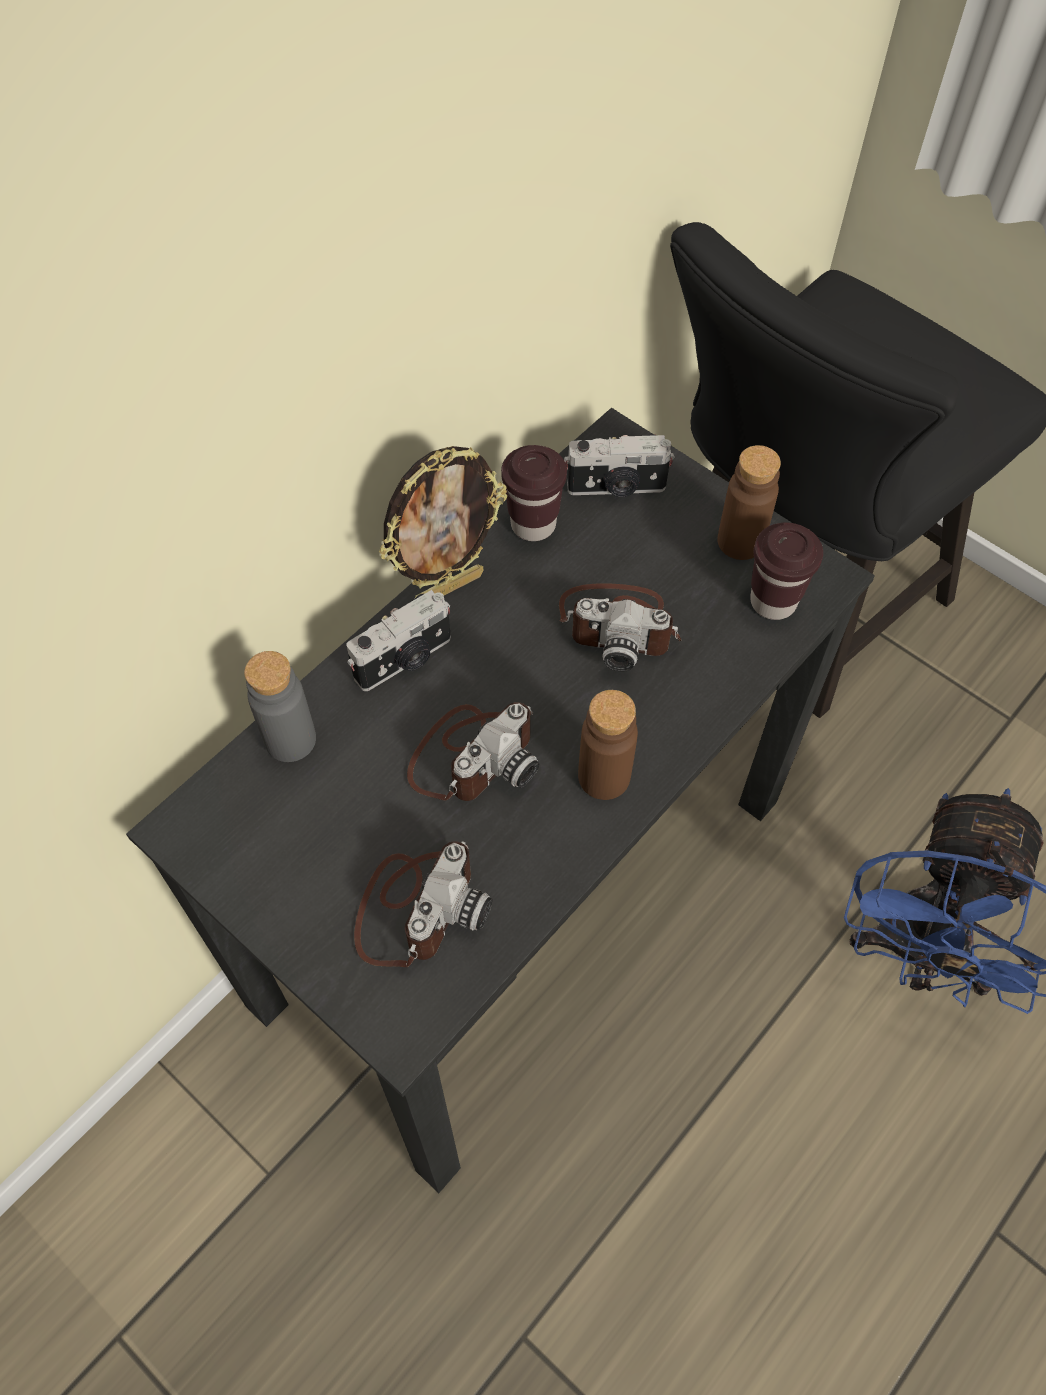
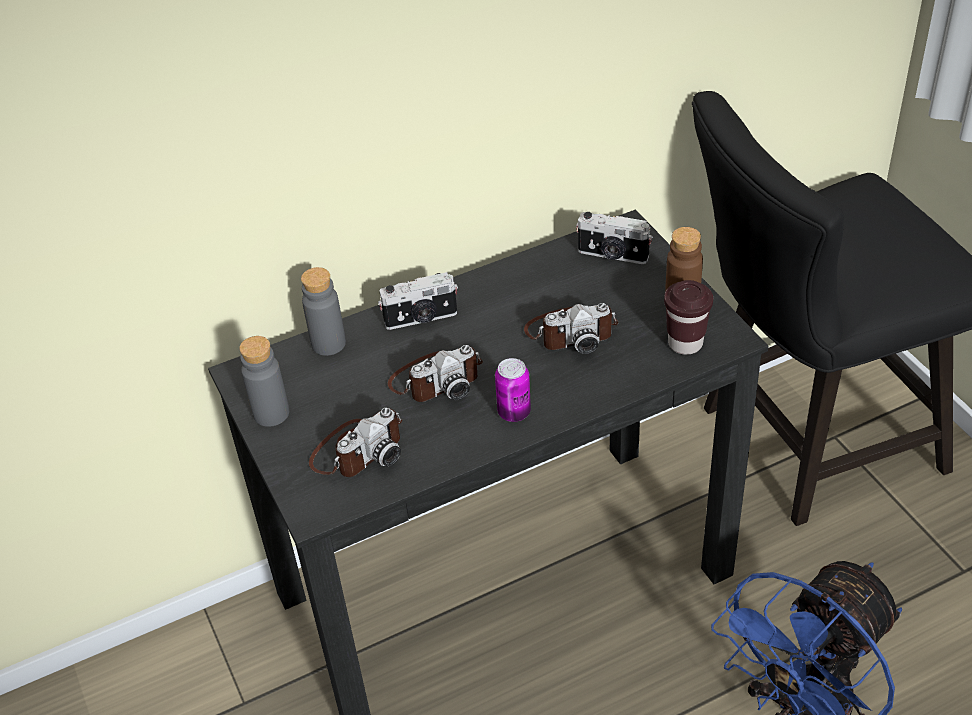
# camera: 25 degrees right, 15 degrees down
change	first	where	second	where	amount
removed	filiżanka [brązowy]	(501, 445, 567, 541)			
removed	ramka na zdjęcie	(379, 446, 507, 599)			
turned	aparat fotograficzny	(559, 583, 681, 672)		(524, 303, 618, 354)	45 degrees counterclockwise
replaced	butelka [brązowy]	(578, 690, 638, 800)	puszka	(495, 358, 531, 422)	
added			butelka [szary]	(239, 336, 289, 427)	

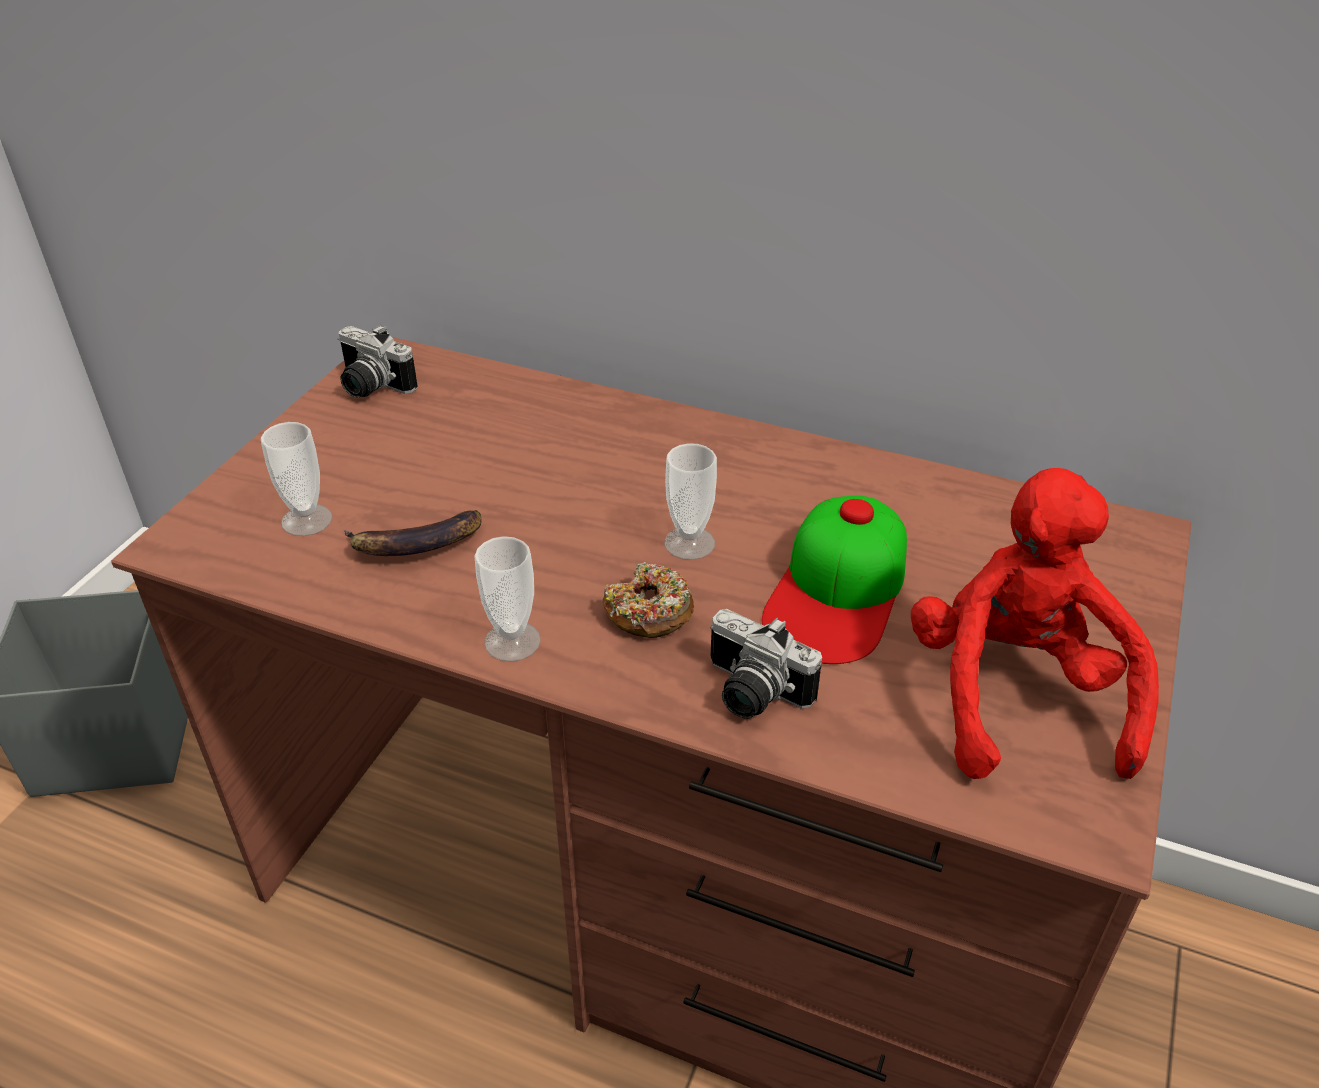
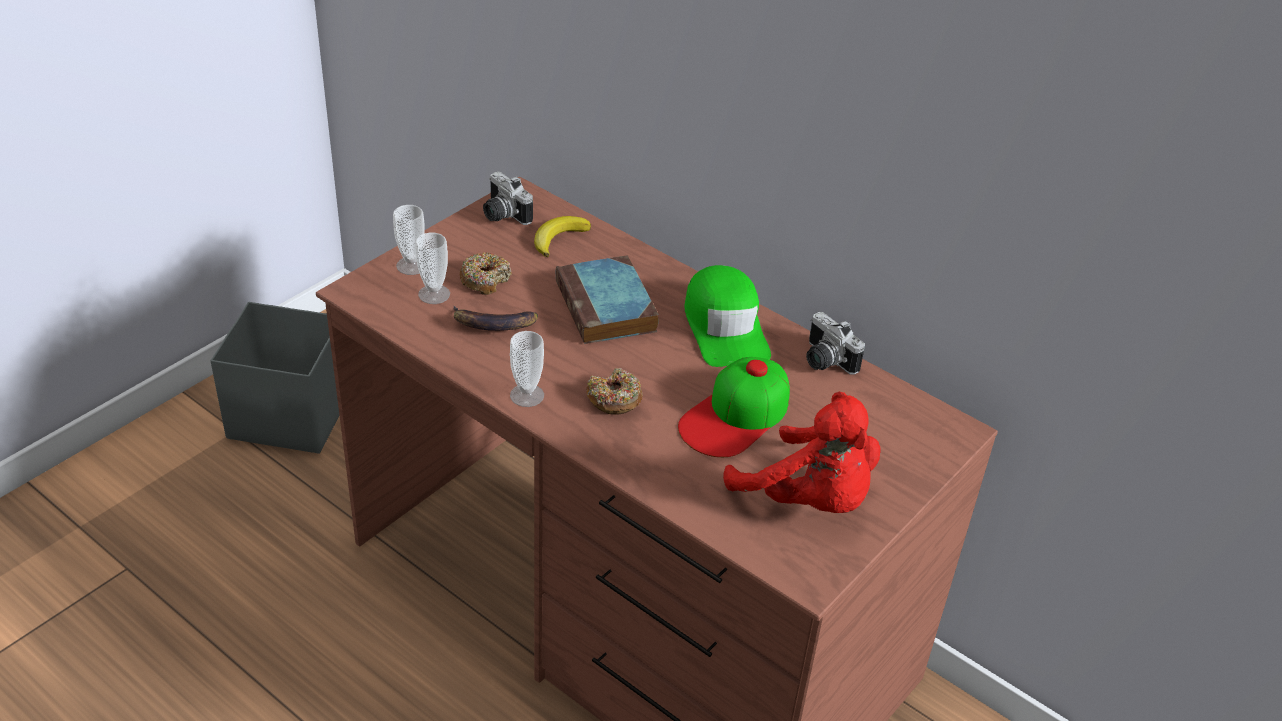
# camera: 15 degrees right, 0 degrees up
change	first	where	second	where	amount
moved	filiżanka	(664, 443, 717, 560)		(393, 205, 425, 275)	
turned	pluszak [czerwony]	(911, 468, 1159, 779)		(723, 392, 881, 513)	120 degrees clockwise
moved	aparat fotograficzny	(710, 609, 822, 719)		(806, 312, 865, 375)	
added			banan	(534, 216, 591, 257)	
added			donut	(459, 253, 512, 295)	
added			książka	(556, 255, 659, 344)	
added			czapka z daszkiem [zielony]	(684, 265, 771, 367)	

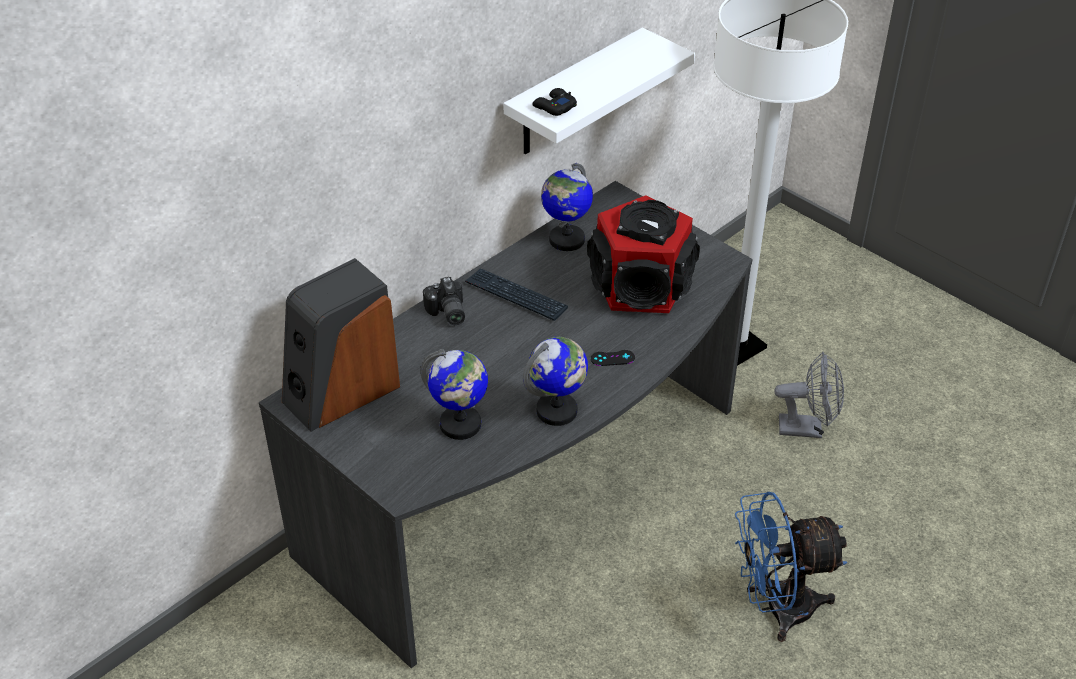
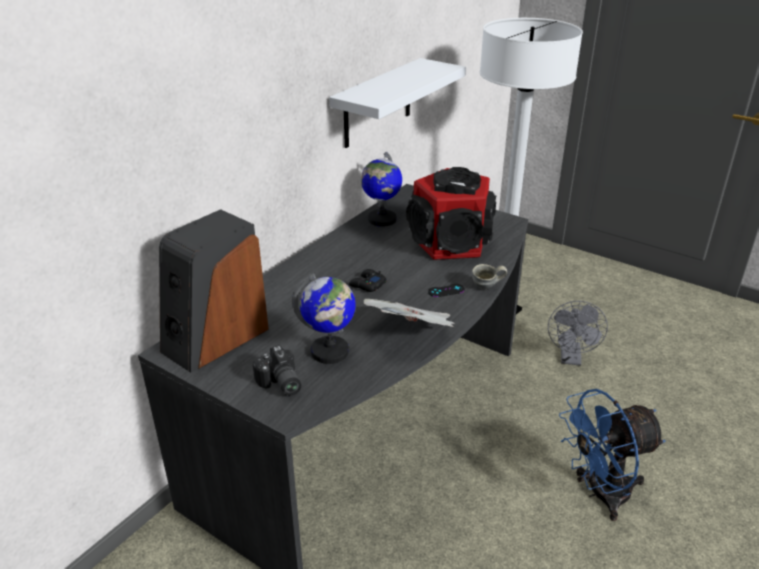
# camera: 10 degrees left, 10 degrees down
change	first	where	second	where	amount
moved	pad do gier [czarny]	(532, 88, 577, 116)		(349, 269, 387, 292)	
removed	klawiatura	(465, 268, 568, 321)			
moved	aparat fotograficzny	(423, 277, 465, 325)		(253, 345, 301, 396)	
replaced	globus	(523, 337, 588, 426)	gazeta	(363, 299, 454, 327)	
turned	wentylator [szary]	(775, 352, 844, 438)		(548, 301, 608, 366)	105 degrees clockwise
added			kubek [szary]	(472, 264, 507, 290)	

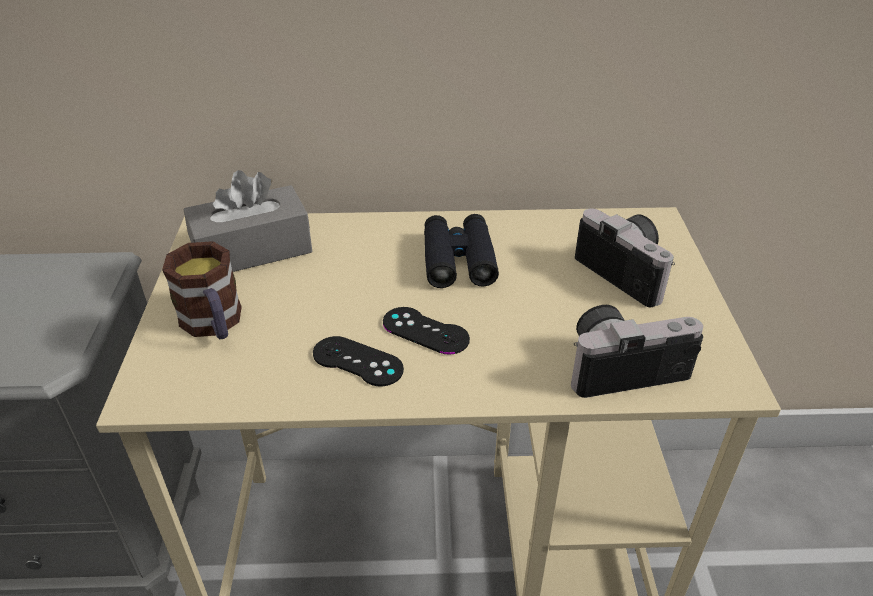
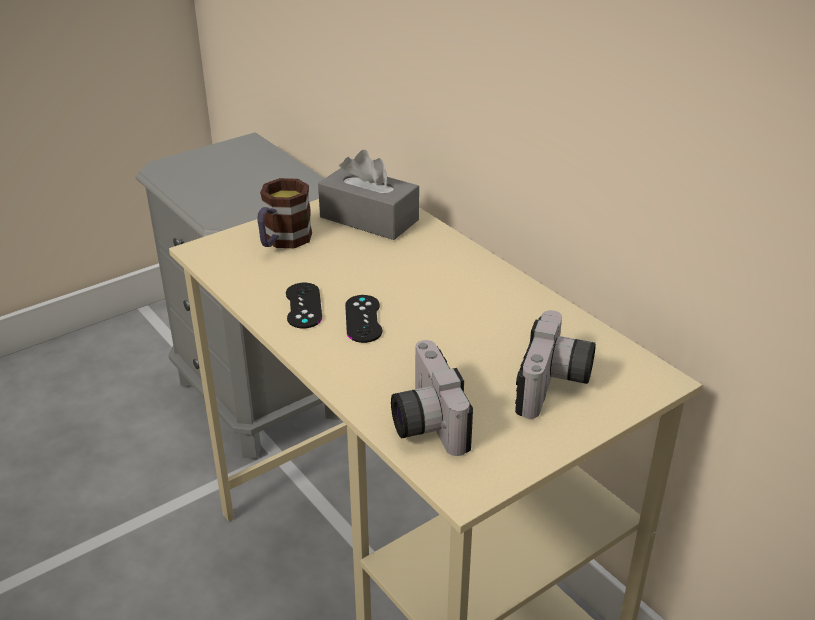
# camera: 55 degrees right, 5 degrees down
change	first	where	second	where	amount
removed	lornetka [czarny]	(424, 214, 499, 288)			
turned	aparat fotograficzny	(571, 305, 703, 398)		(391, 340, 473, 456)	150 degrees counterclockwise

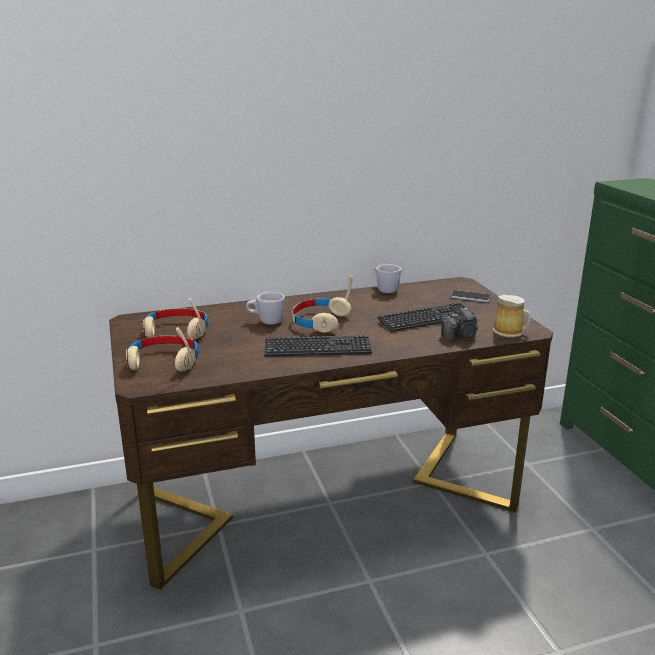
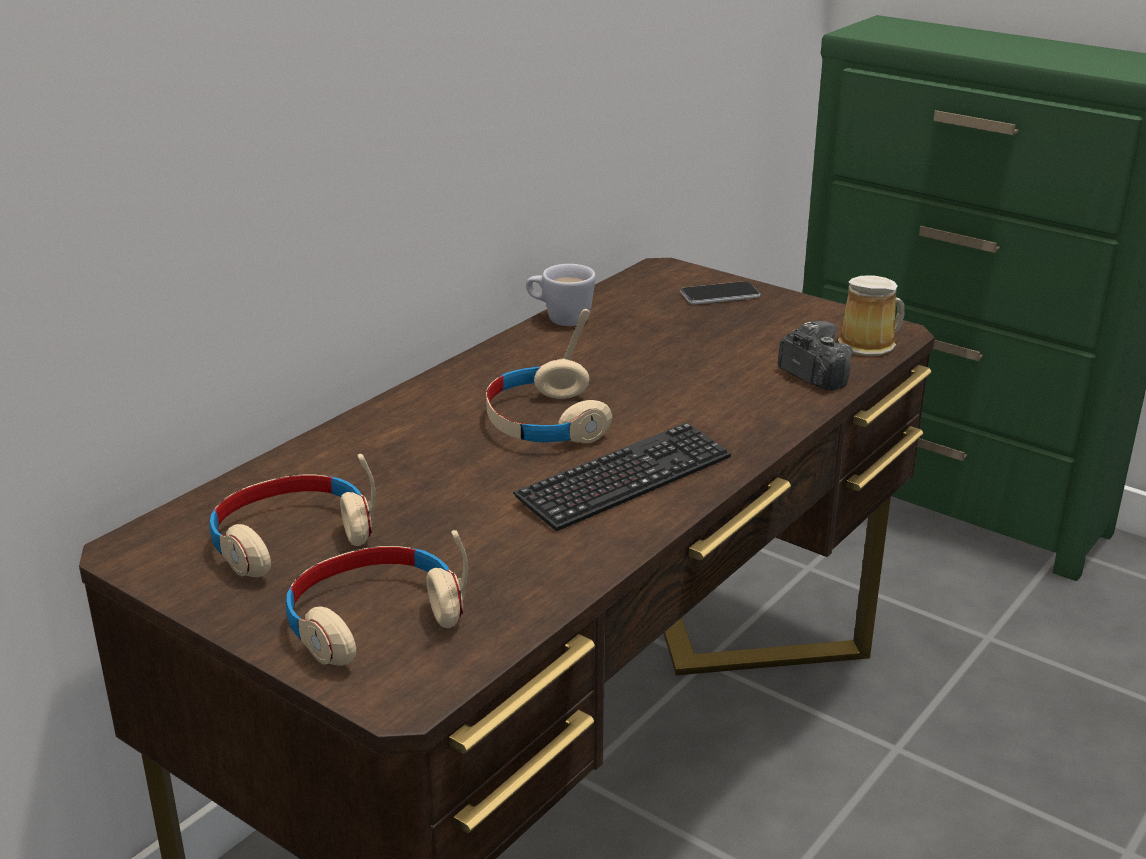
# camera: 35 degrees left, 5 degrees up
change	first	where	second	where	amount
removed	kubek [biały]	(246, 292, 285, 325)			
removed	klawiatura	(377, 302, 475, 332)			
turned	aparat fotograficzny	(441, 308, 478, 342)		(778, 321, 852, 390)	75 degrees counterclockwise

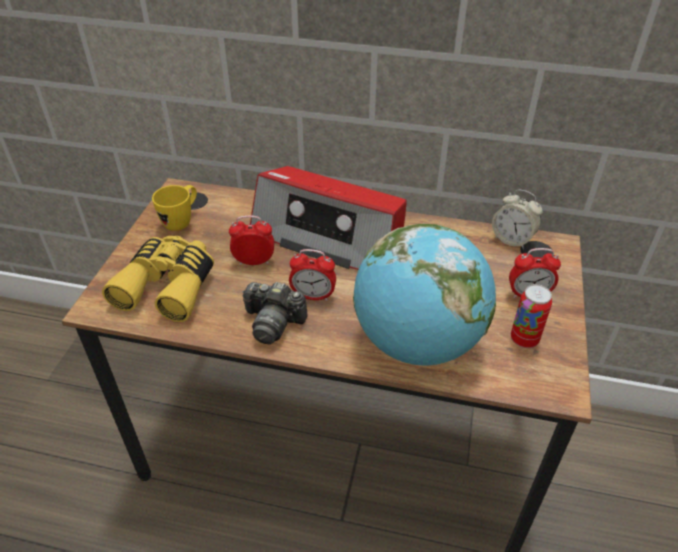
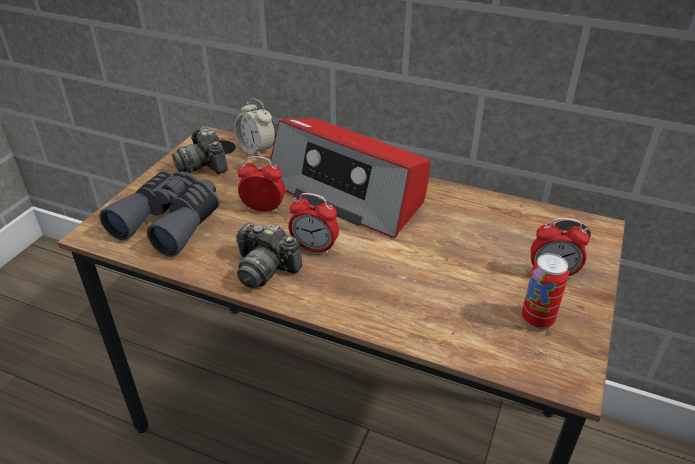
# camera: 10 degrees right, 5 degrees down
change	first	where	second	where	amount
replaced	kubek [żółty]	(152, 185, 197, 231)	aparat fotograficzny	(172, 126, 228, 174)	
moved	budzik	(492, 189, 543, 249)		(234, 98, 276, 157)	
removed	globus	(353, 224, 496, 366)			
recoloured	lornetka [żółty]	(102, 235, 214, 322)	lornetka [szary]	(99, 171, 220, 257)	

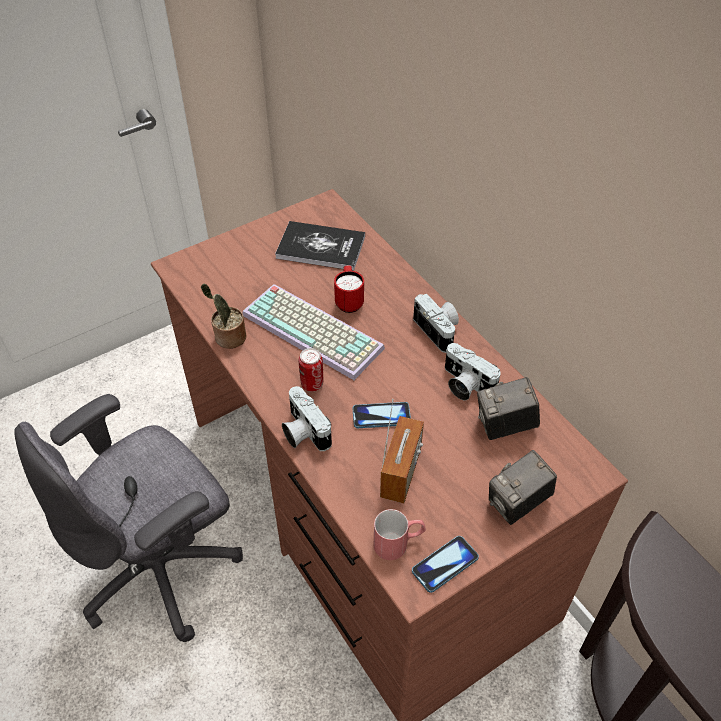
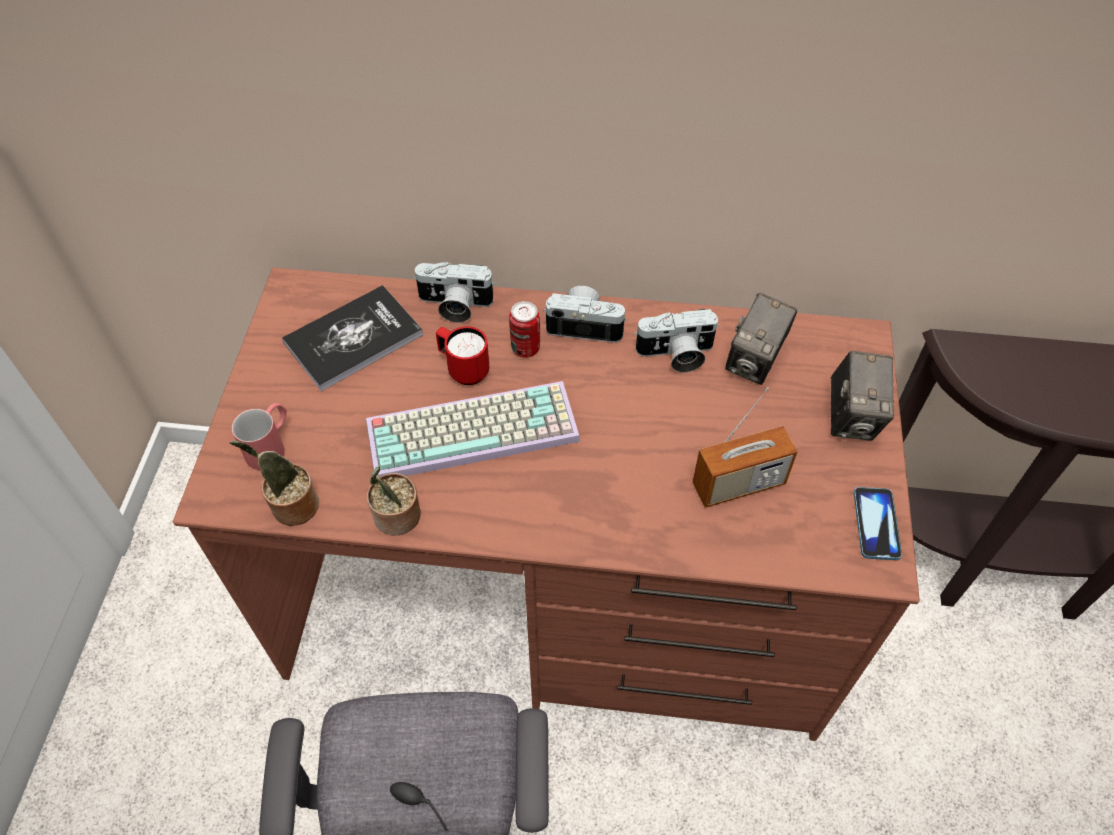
# camera: 50 degrees left, 5 degrees up
change	first	where	second	where	amount
moved	puszka	(299, 348, 323, 392)		(509, 301, 540, 358)	
moved	aparat fotograficzny	(282, 386, 332, 451)		(413, 262, 495, 323)	
turned	radio	(380, 399, 424, 503)		(693, 387, 797, 508)	105 degrees clockwise
removed	telefon	(353, 402, 411, 428)			
moved	kubek [czerwony]	(374, 509, 426, 560)		(232, 403, 287, 470)	
added			roślina doniczkowa	(230, 441, 319, 526)	

